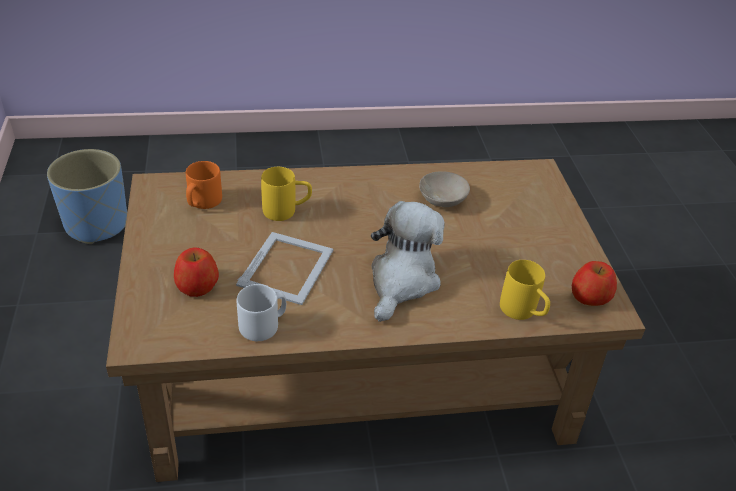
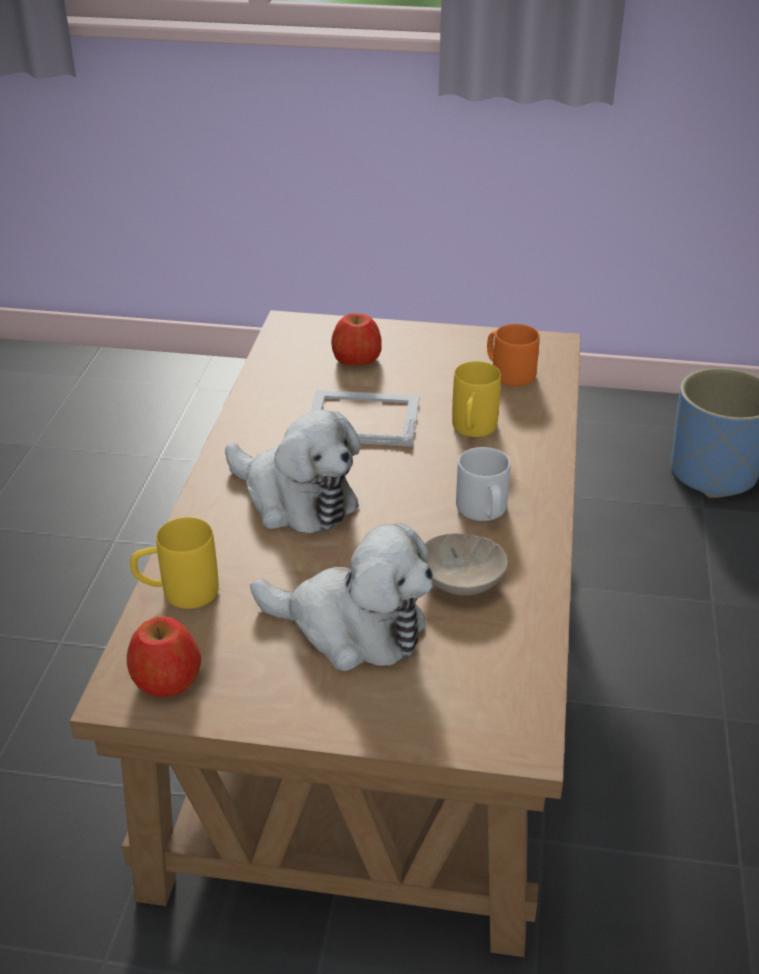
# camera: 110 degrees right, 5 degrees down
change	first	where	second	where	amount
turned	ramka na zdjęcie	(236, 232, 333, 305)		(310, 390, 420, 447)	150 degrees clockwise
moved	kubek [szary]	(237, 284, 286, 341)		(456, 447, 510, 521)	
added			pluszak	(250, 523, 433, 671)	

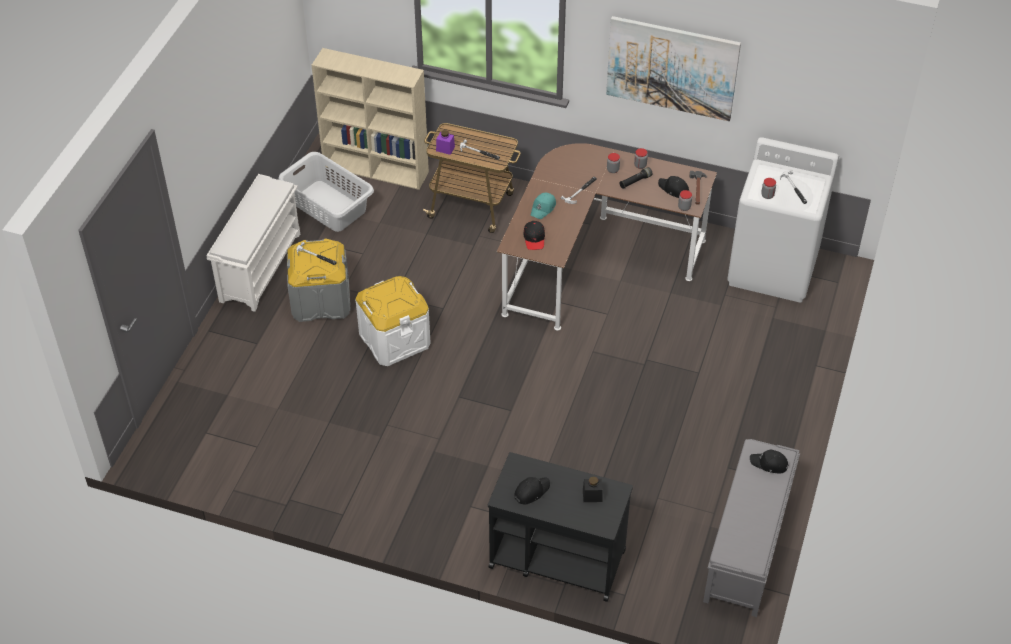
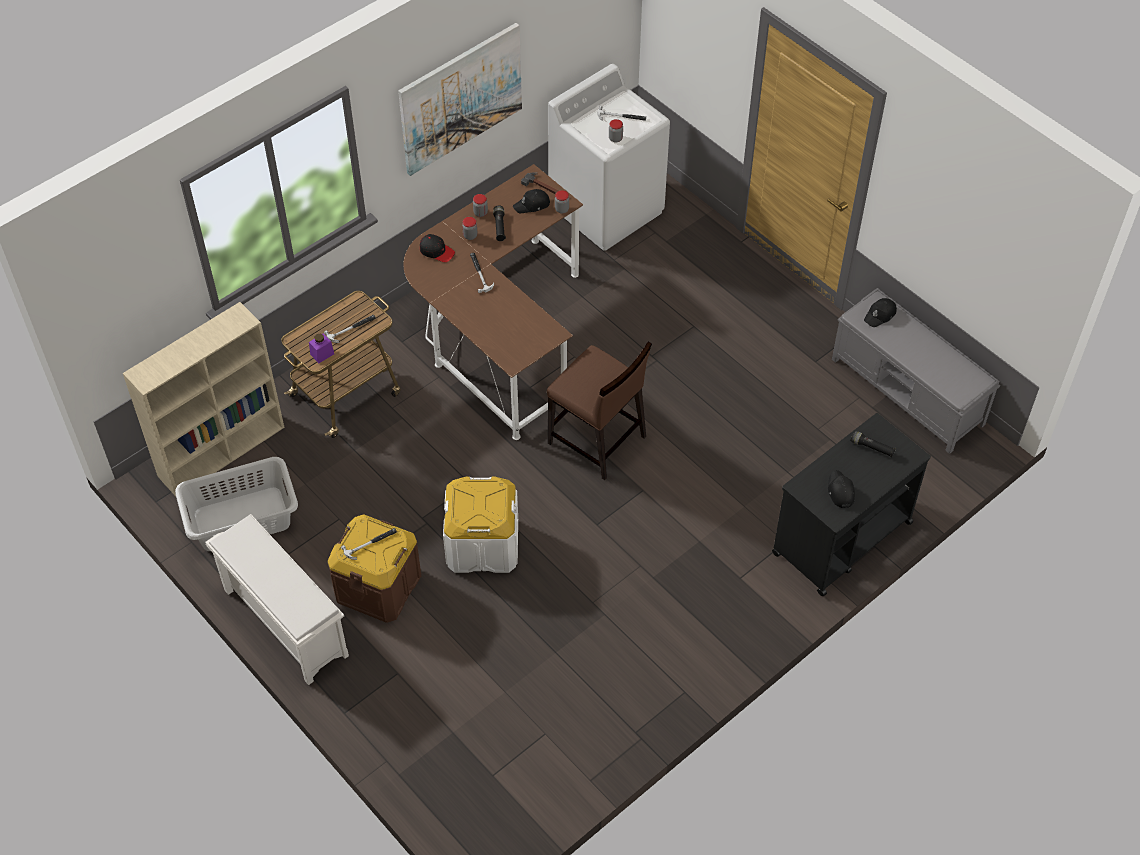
# camera: 60 degrees left, 5 degrees up
change	first	where	second	where	amount
removed	czapka z daszkiem [turkusowy]	(531, 193, 556, 219)			
moved	czapka z daszkiem [czarny]	(524, 221, 545, 250)		(420, 234, 455, 262)	
recoloured	pojemnik do przechowywania [szary]	(287, 238, 351, 322)	pojemnik do przechowywania [brązowy]	(328, 514, 421, 623)	
replaced	słoik [czarny]	(583, 476, 603, 502)	latarka [czarny]	(851, 431, 896, 458)	
added			krzesło [brązowy]	(547, 341, 652, 480)	

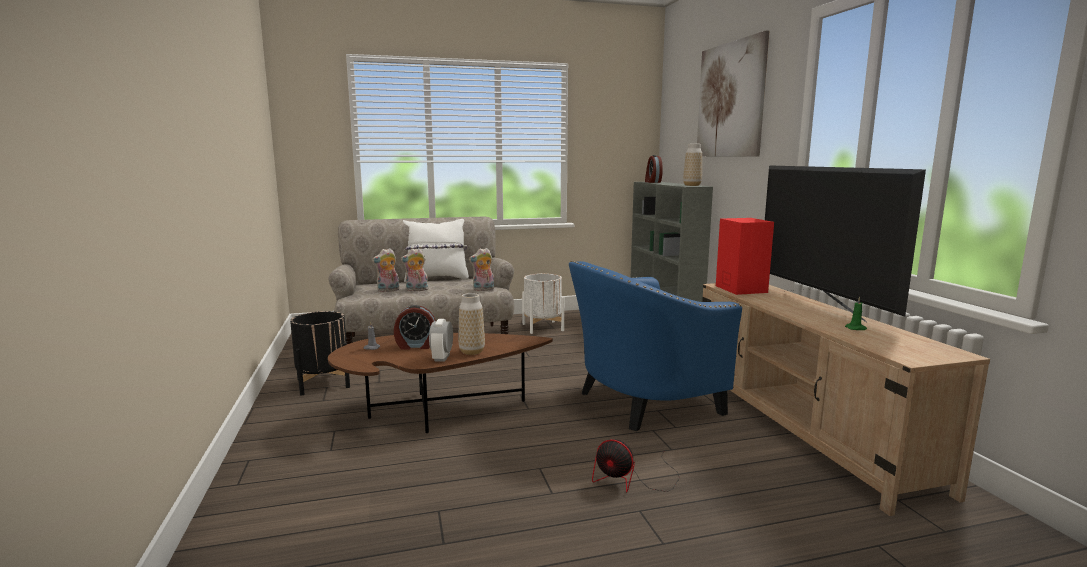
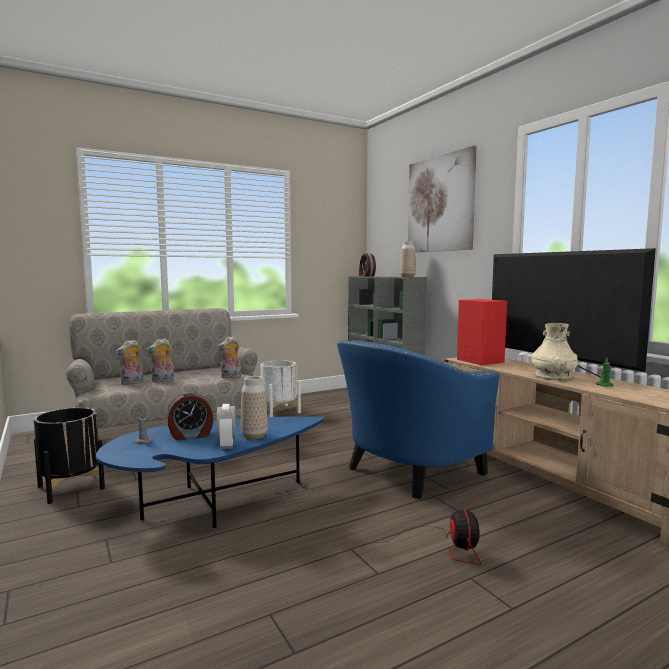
# camera: 15 degrees left, 5 degrees down
change	first	where	second	where	amount
removed	poduszka [biały]	(403, 219, 469, 282)			
recoloured	ława [brązowy]	(328, 333, 553, 433)	ława [niebieski]	(96, 416, 325, 528)	
turned	wentylator	(592, 439, 680, 493)		(372, 509, 481, 565)	105 degrees counterclockwise
added			wazon [beżowy]	(531, 323, 578, 380)	

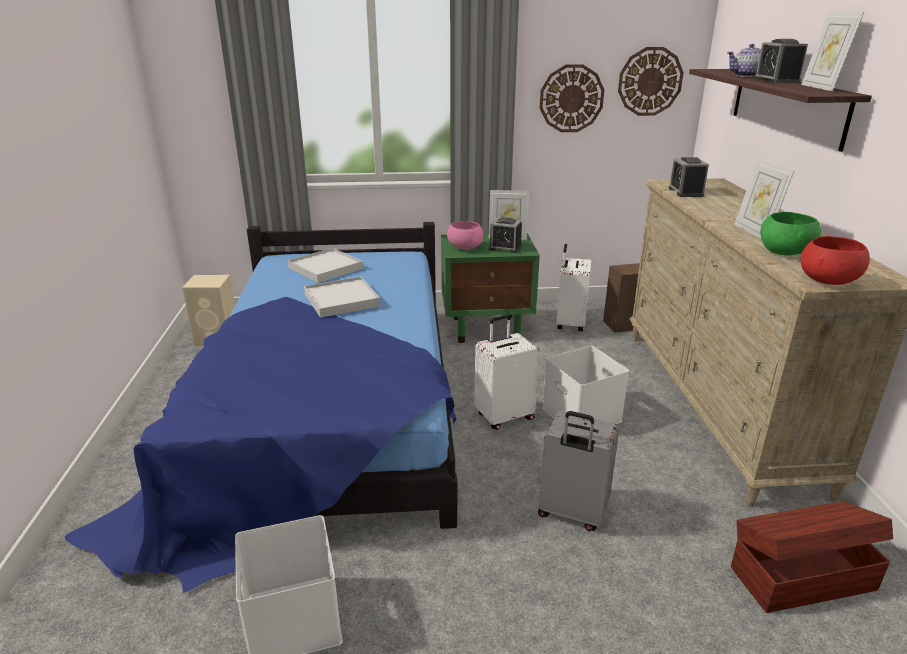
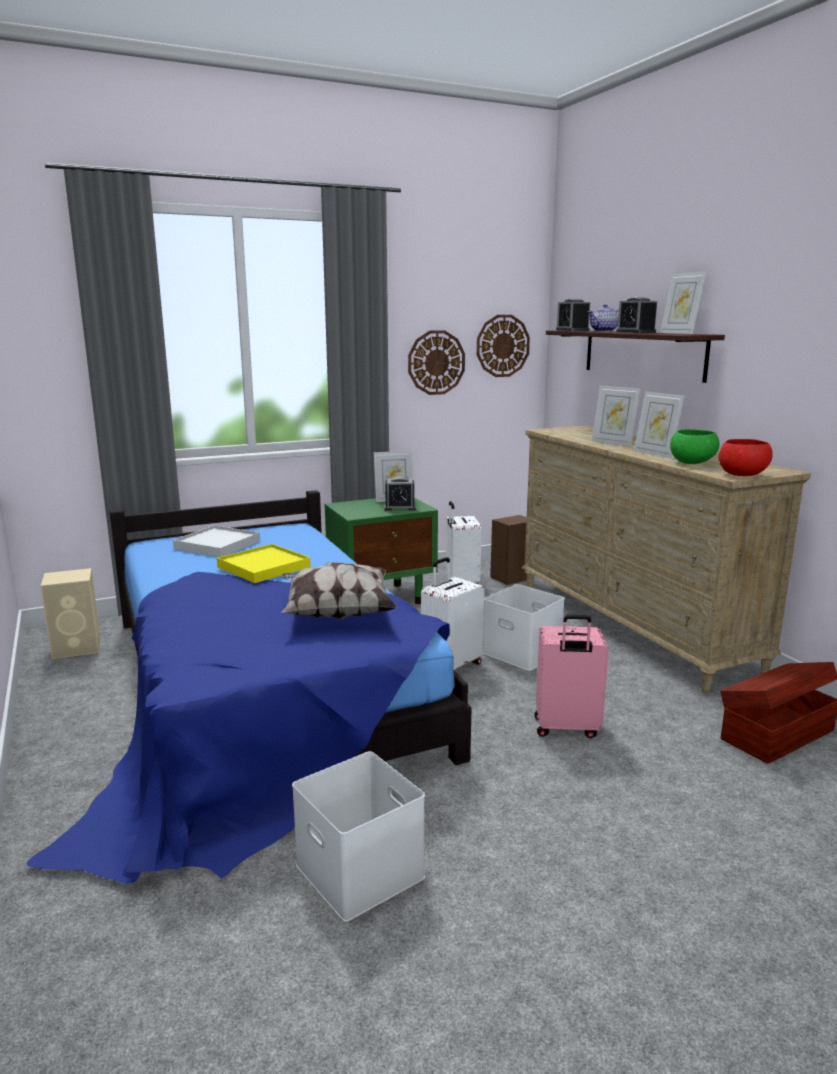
# camera: 20 degrees left, 10 degrees down
change	first	where	second	where	amount
moved	budzik	(669, 157, 709, 197)		(556, 299, 590, 331)	
removed	miska [różowy]	(447, 221, 483, 250)			
recoloured	taca [biały]	(304, 276, 381, 318)	taca [żółty]	(217, 544, 311, 583)	
recoloured	walizka [szary]	(538, 411, 619, 531)	walizka [różowy]	(534, 615, 609, 738)	
added			ramka na zdjęcie	(592, 385, 641, 446)	
added			poduszka	(281, 563, 397, 619)	

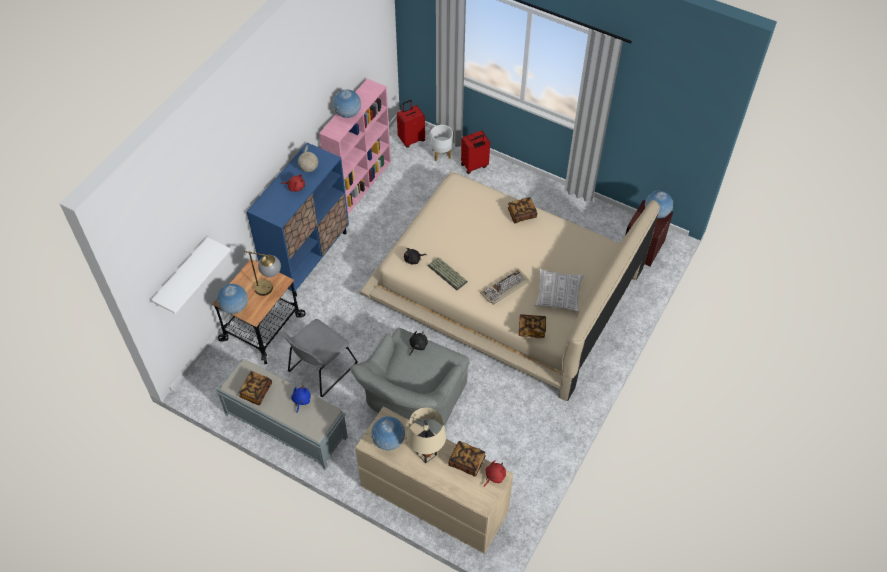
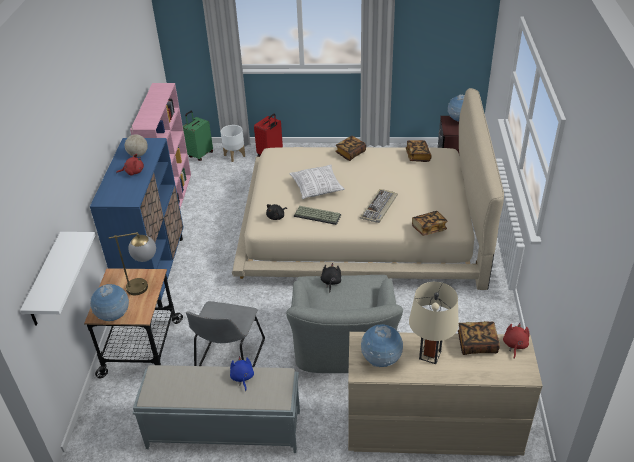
# camera: 25 degrees left, 15 degrees down
change	first	where	second	where	amount
removed	globus	(333, 90, 361, 118)			
recoloured	walizka [czerwony]	(397, 100, 425, 148)	walizka [zielony]	(183, 111, 213, 161)	
moved	poduszka	(535, 269, 584, 312)		(289, 165, 345, 199)	
moved	książka	(238, 371, 272, 405)		(406, 140, 432, 162)	

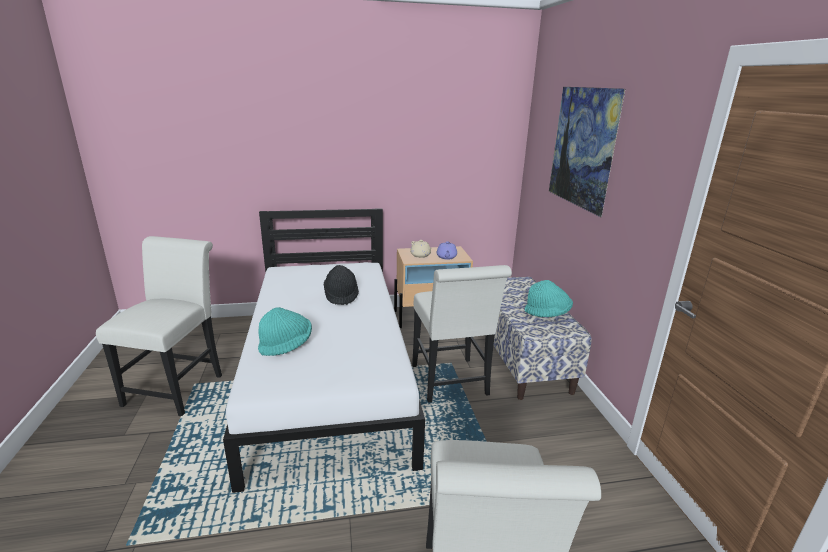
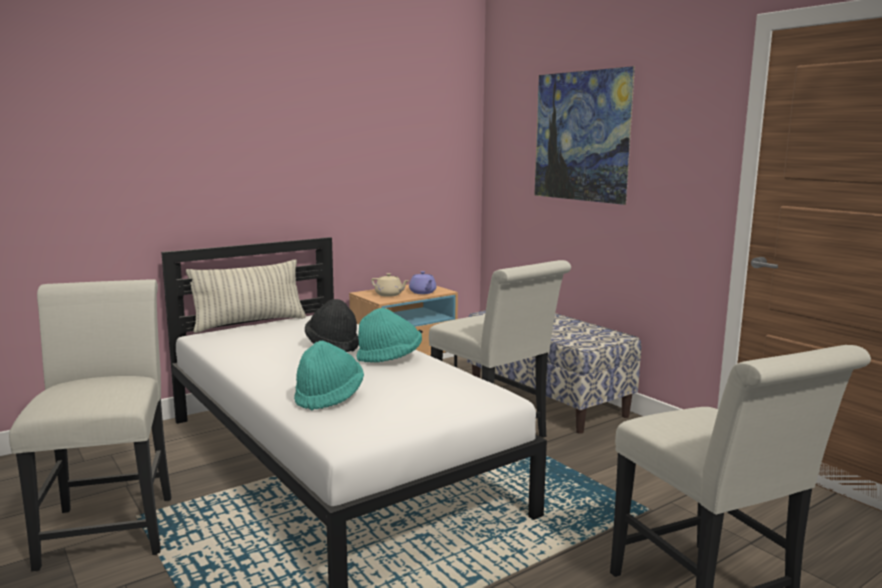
# camera: 25 degrees left, 10 degrees down
change	first	where	second	where	amount
moved	kapelusz [turkusowy]	(525, 280, 573, 317)		(356, 308, 422, 363)	
added			poduszka	(186, 260, 306, 333)	

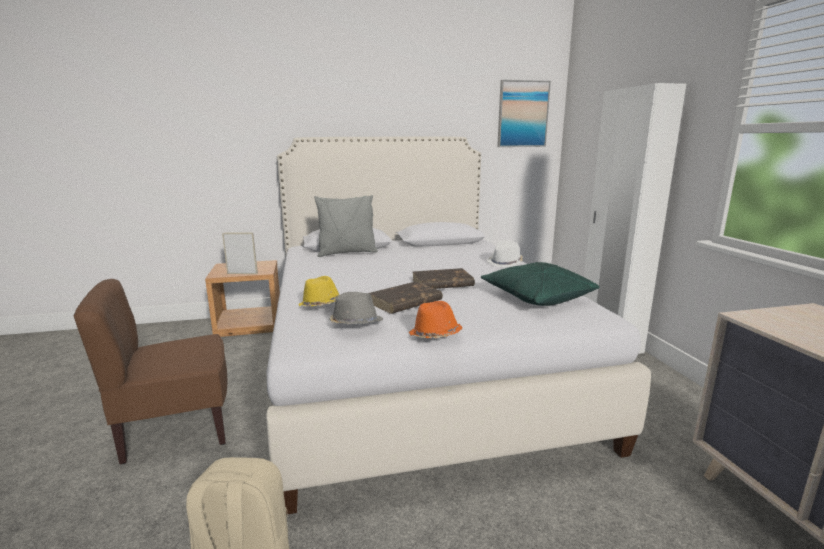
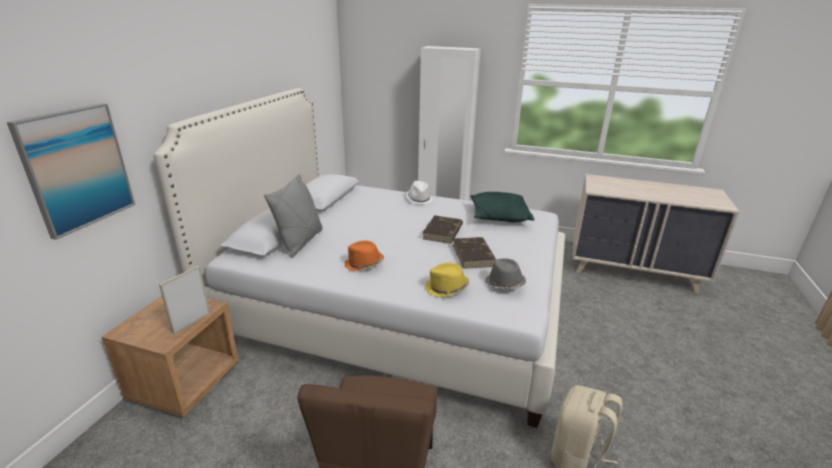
# camera: 60 degrees left, 10 degrees up
change	first	where	second	where	amount
moved	obraz	(497, 80, 551, 147)		(7, 103, 135, 240)	
moved	kapelusz [pomarańczowy]	(409, 301, 462, 339)		(345, 240, 384, 271)	

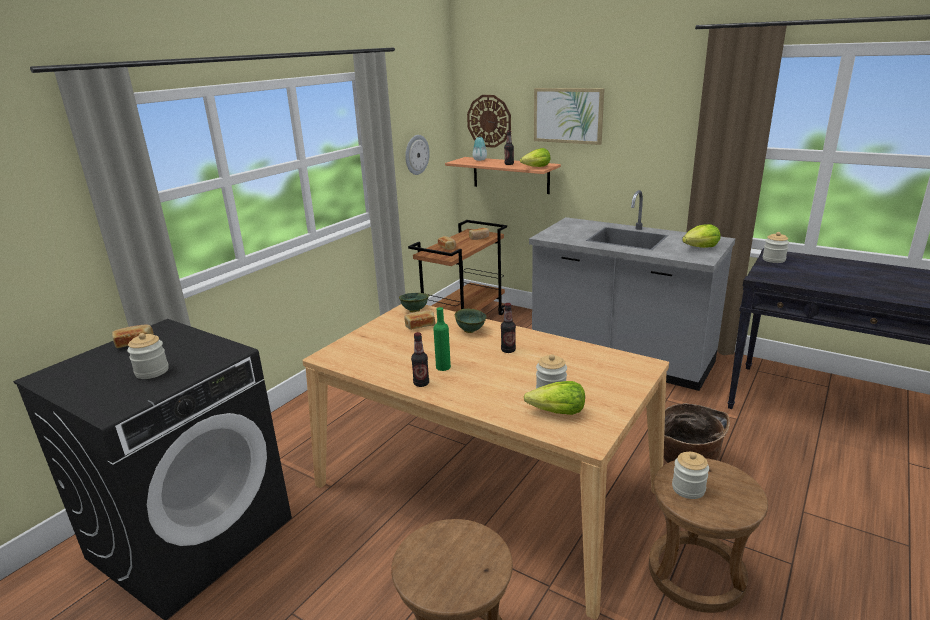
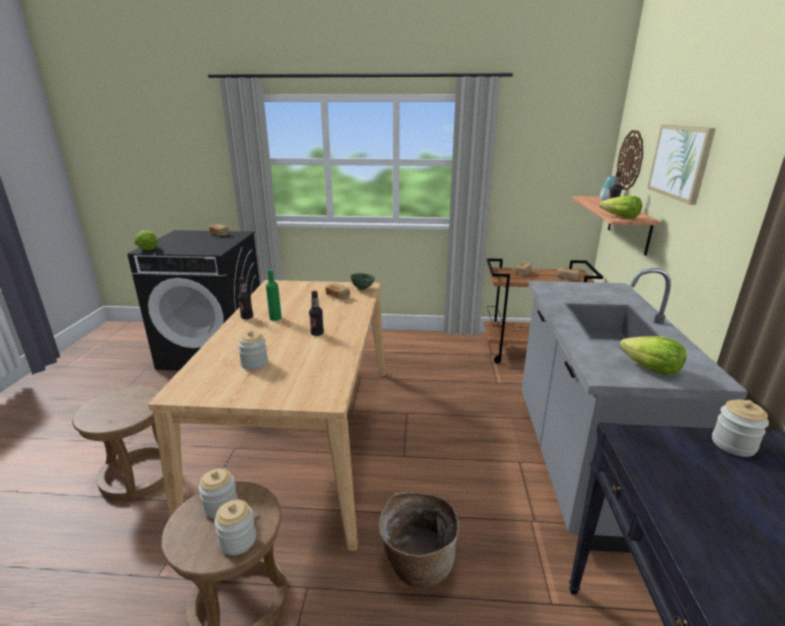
# camera: 60 degrees right, 0 degrees up
change	first	where	second	where	amount
removed	zegar ścienny	(405, 135, 430, 175)			
removed	miska [zielony]	(455, 309, 487, 333)			
moved	słoik	(127, 333, 169, 379)		(214, 500, 256, 555)	
moved	sałata	(524, 381, 585, 415)		(134, 230, 158, 250)	

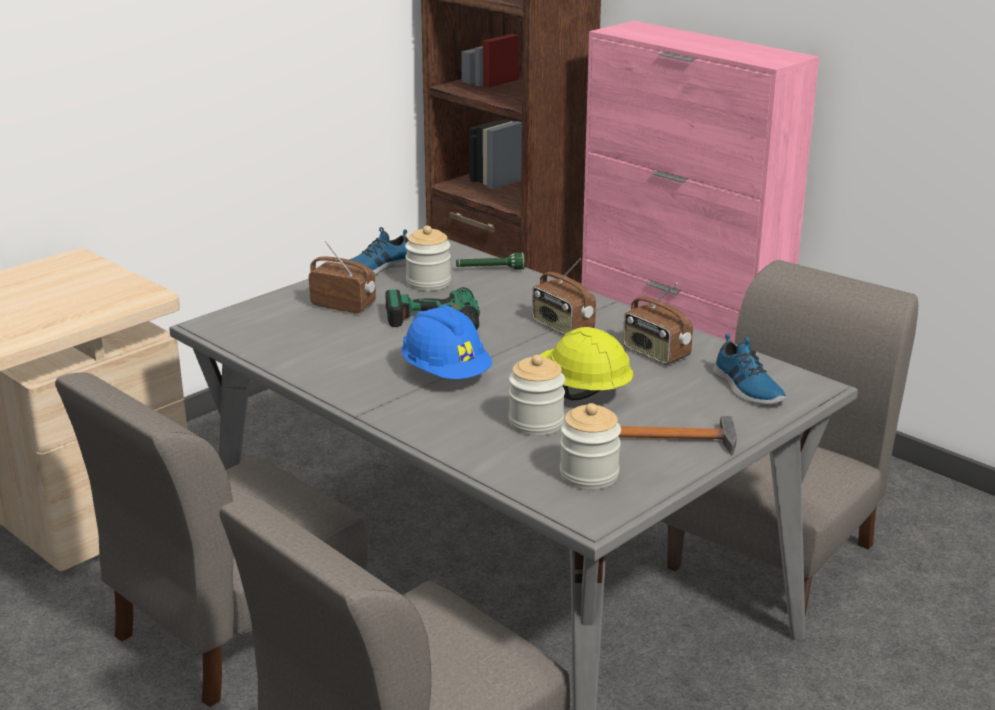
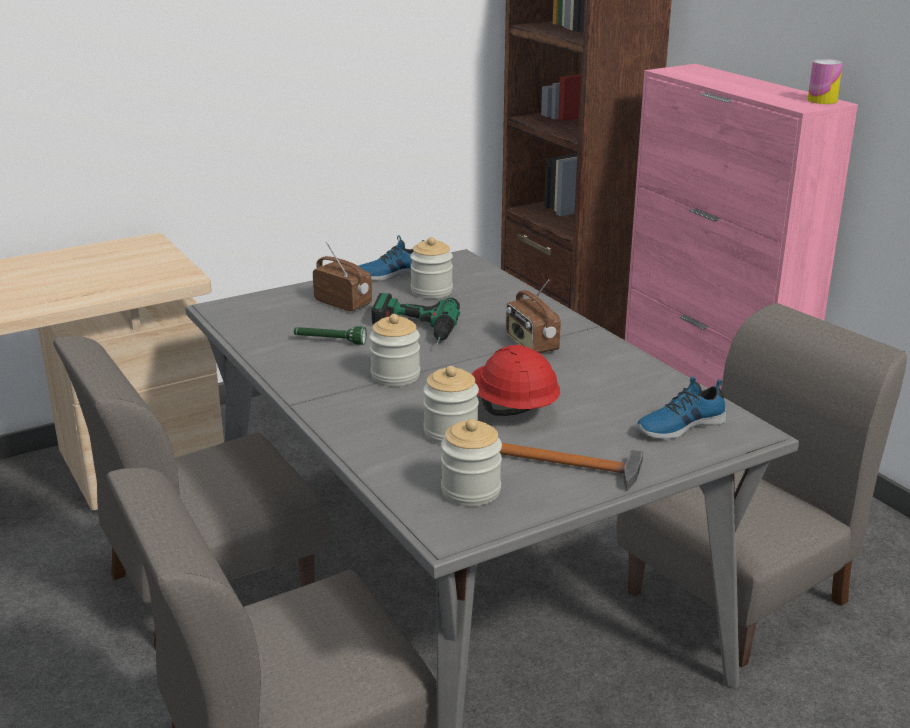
# camera: 15 degrees right, 0 degrees up
change	first	where	second	where	amount
moved	latarka [zielony]	(456, 252, 525, 270)		(294, 326, 367, 345)	
removed	radio	(623, 283, 693, 365)			
replaced	kask [niebieski]	(401, 305, 493, 379)	słoik	(369, 314, 420, 386)	
recoloured	kask [żółty]	(540, 327, 633, 401)	kask [czerwony]	(472, 345, 560, 416)	
turned	but	(713, 333, 787, 405)		(636, 376, 726, 439)	75 degrees clockwise
added			puszka	(808, 59, 843, 104)	

